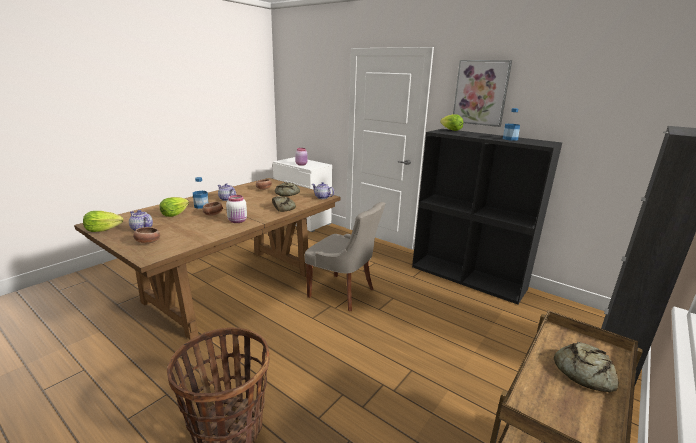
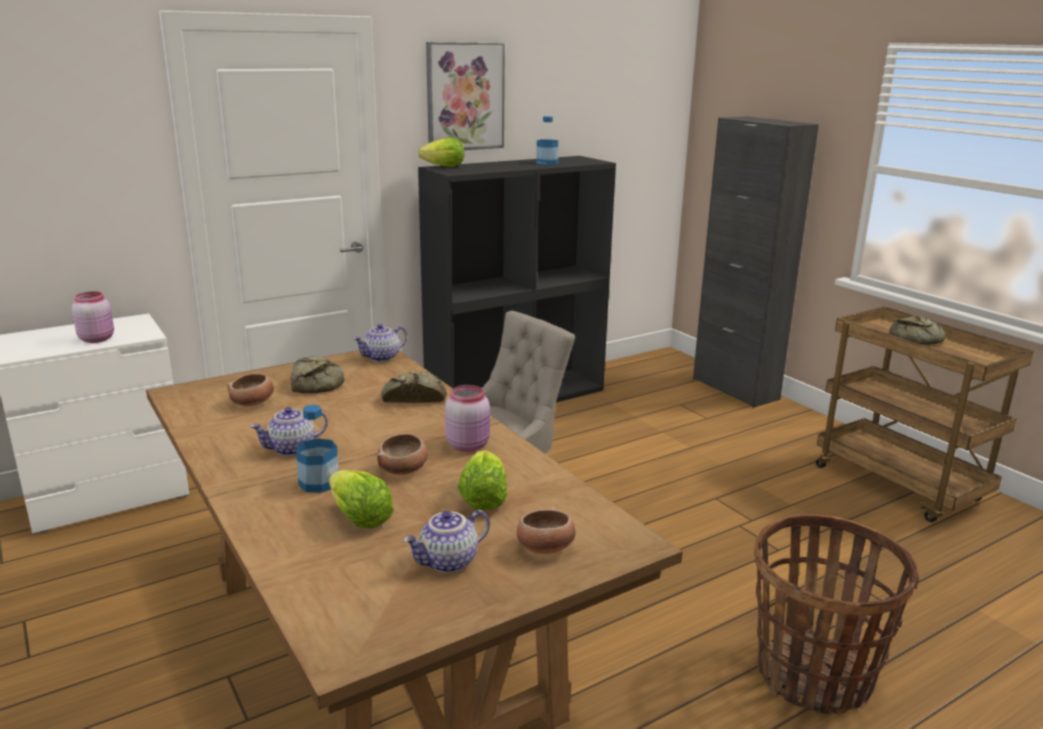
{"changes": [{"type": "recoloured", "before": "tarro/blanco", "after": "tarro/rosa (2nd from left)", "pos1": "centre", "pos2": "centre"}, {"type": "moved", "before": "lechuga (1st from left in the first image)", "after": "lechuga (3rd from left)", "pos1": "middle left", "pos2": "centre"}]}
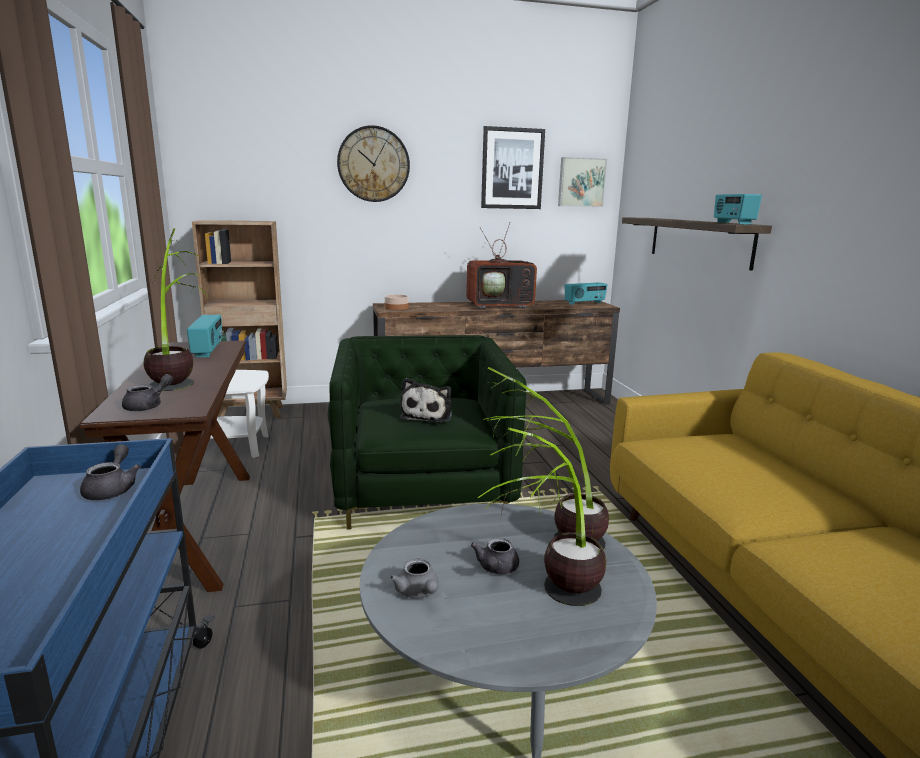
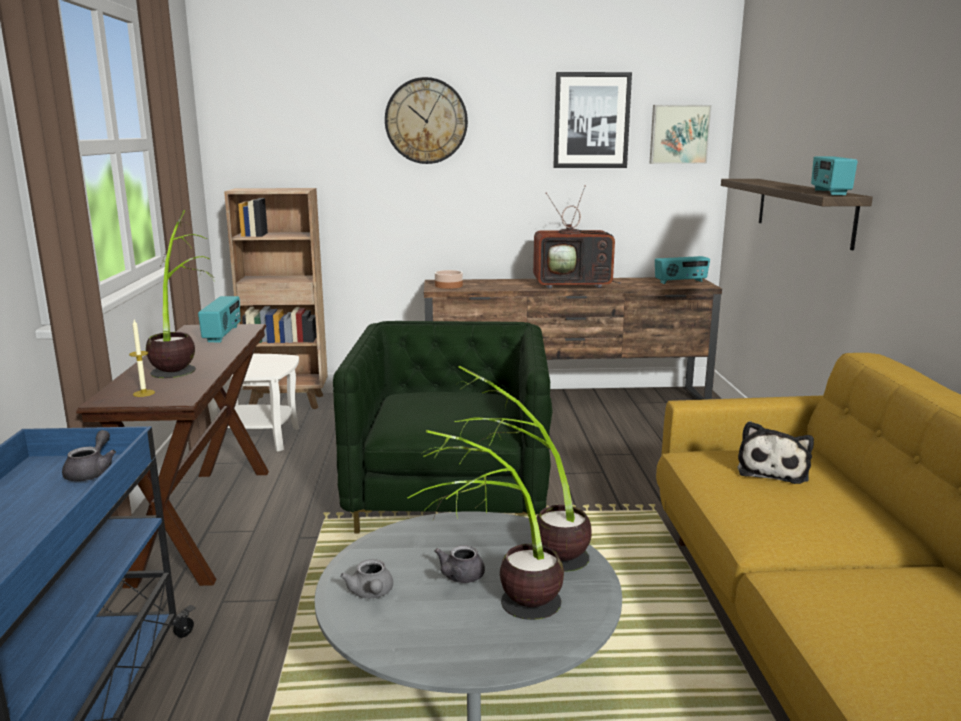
{"changes": [{"type": "replaced", "before": "tetera/gris (2nd from left)", "after": "vela", "pos1": "middle left", "pos2": "middle left"}, {"type": "moved", "before": "peluche", "pos1": "centre", "pos2": "middle right"}]}
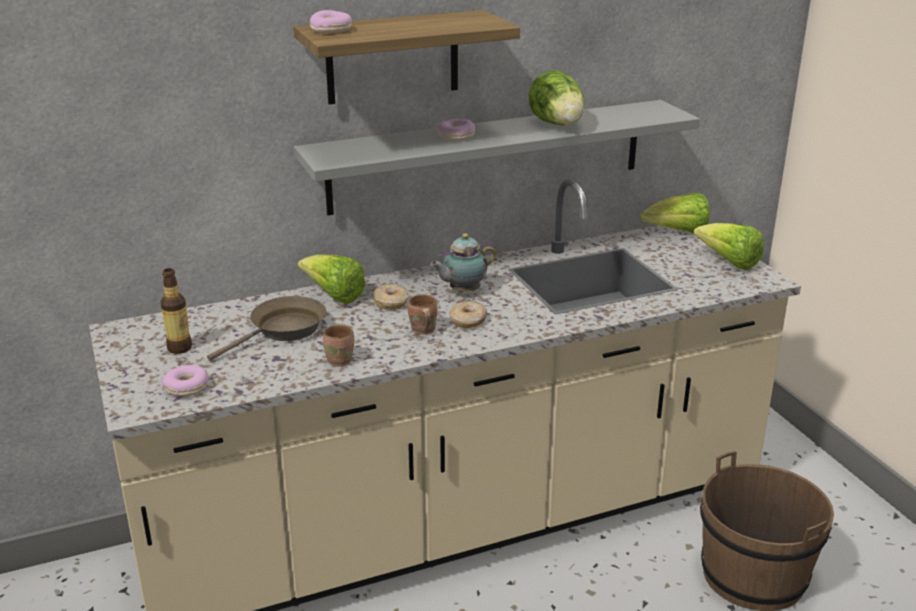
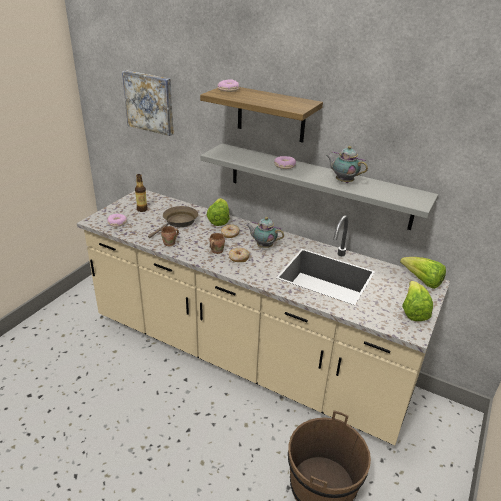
{"changes": [{"type": "replaced", "before": "lechuga (2nd from left)", "after": "tetera (2nd from left)", "pos1": "top centre", "pos2": "top right"}, {"type": "turned", "before": "sartén/marrón", "pos1": "middle left", "pos2": "centre", "turn": -60}, {"type": "added", "after": "cuadro", "pos2": "top left"}]}
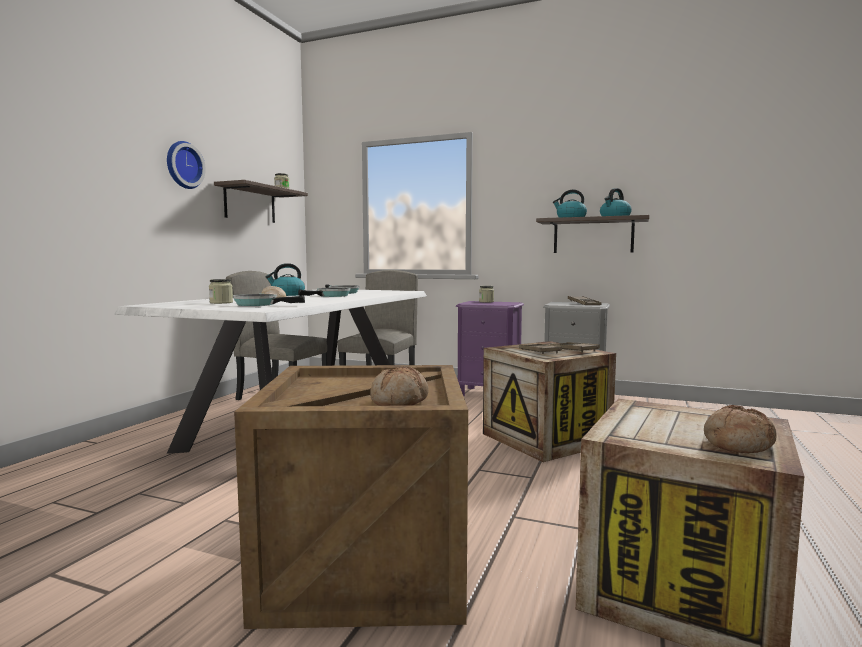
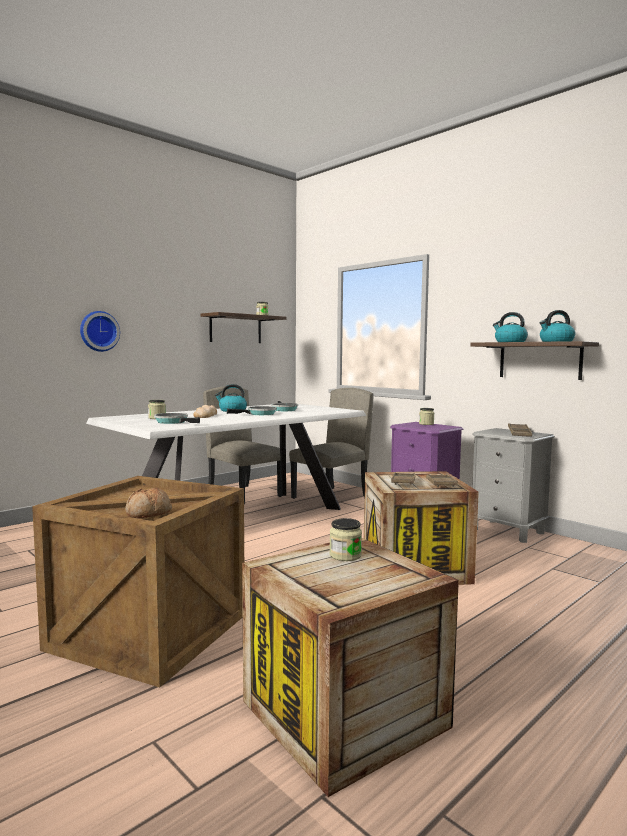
{"changes": [{"type": "moved", "before": "reloj de pared", "pos1": "top left", "pos2": "middle left"}, {"type": "removed", "before": "pan (3rd from left)", "pos1": "middle right"}, {"type": "added", "after": "tarro (3rd from left)", "pos2": "centre"}]}
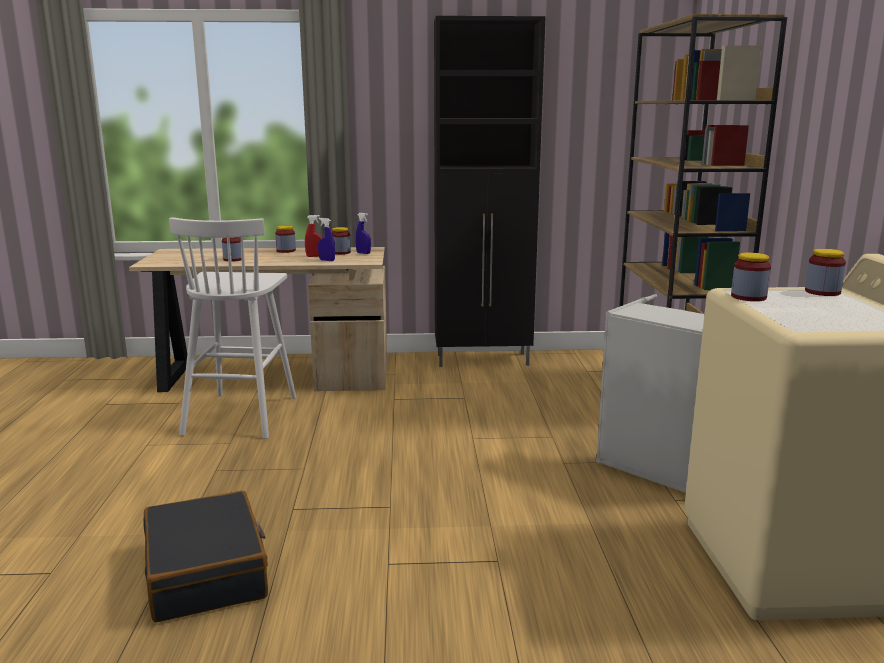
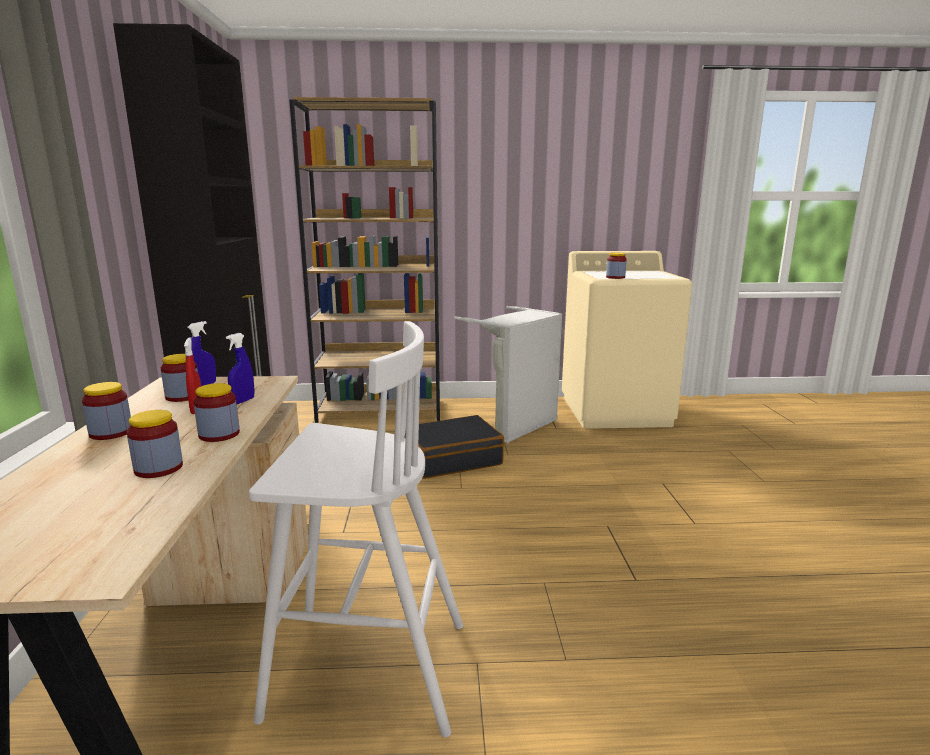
{"changes": [{"type": "moved", "before": "tarro (5th from left in the first image)", "after": "tarro (4th from left)", "pos1": "middle right", "pos2": "middle left"}, {"type": "moved", "before": "maleta/negro", "pos1": "bottom left", "pos2": "centre"}]}
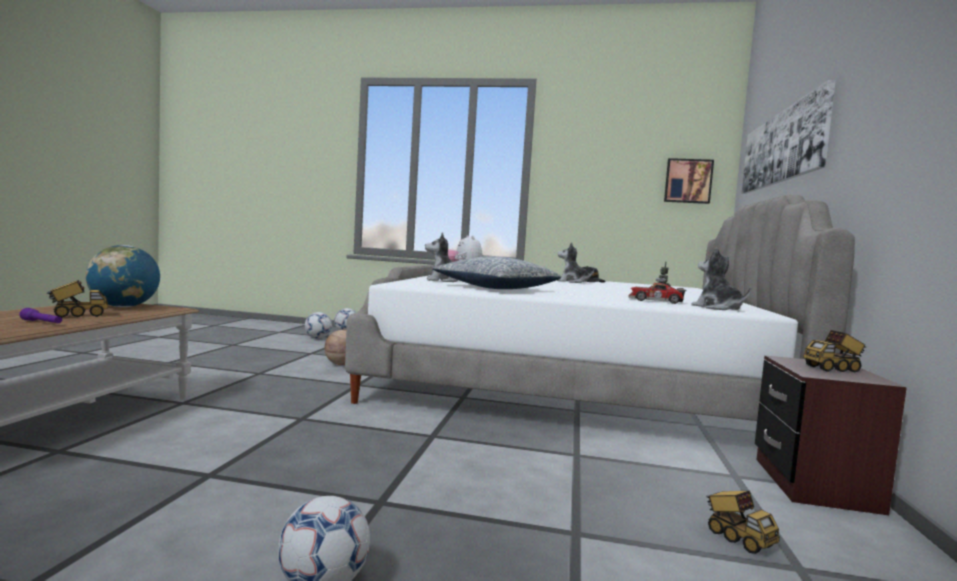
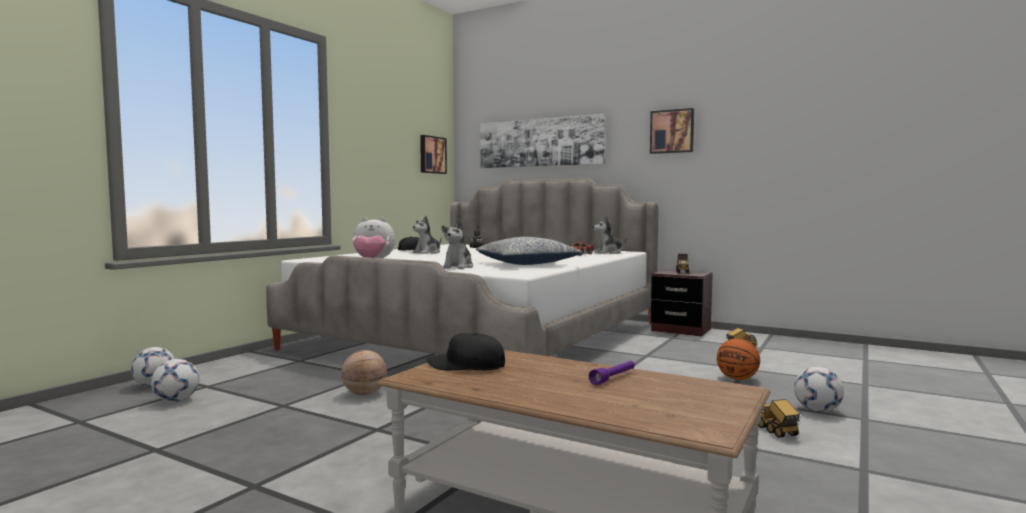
{"changes": [{"type": "replaced", "before": "globo terráqueo", "after": "gorra/negro (2nd from left)", "pos1": "middle left", "pos2": "bottom centre"}, {"type": "moved", "before": "camión de juguete (1st from left in the first image)", "after": "camión de juguete (3rd from left)", "pos1": "middle left", "pos2": "bottom right"}, {"type": "added", "after": "cuadro (3rd from left)", "pos2": "top centre"}, {"type": "added", "after": "balón de baloncesto (2nd from left)", "pos2": "bottom right"}]}
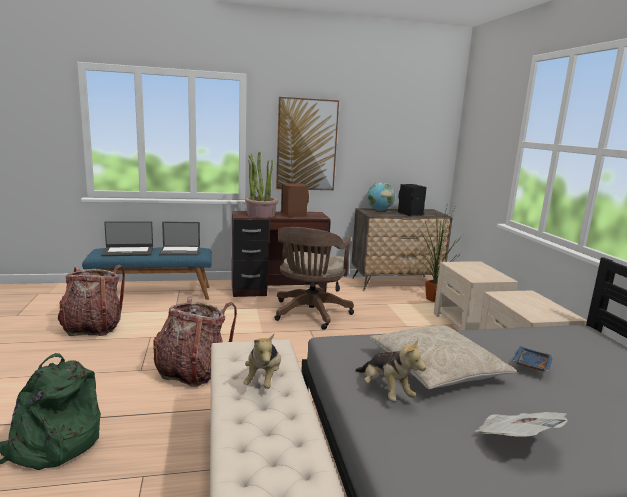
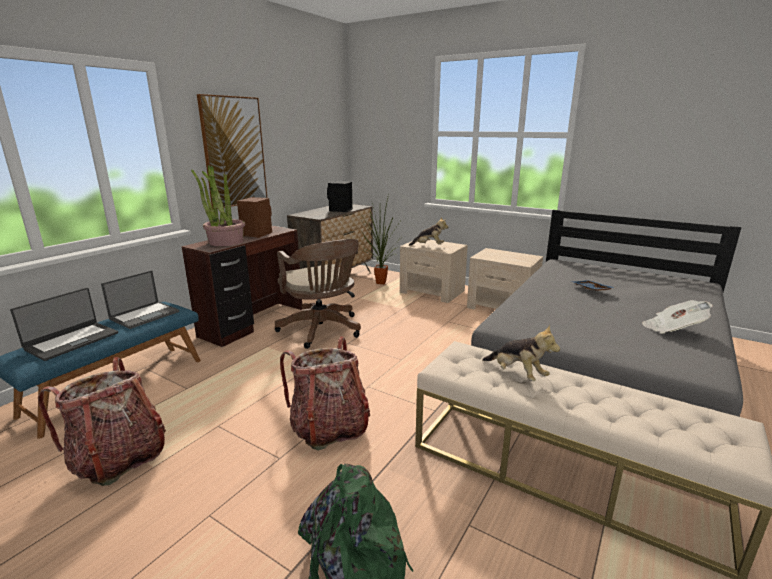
{"changes": [{"type": "removed", "before": "globo terráqueo", "pos1": "centre"}, {"type": "removed", "before": "cojín/beis", "pos1": "bottom right"}, {"type": "moved", "before": "peluche (2nd from left in the first image)", "after": "peluche (1st from left)", "pos1": "bottom centre", "pos2": "centre"}]}
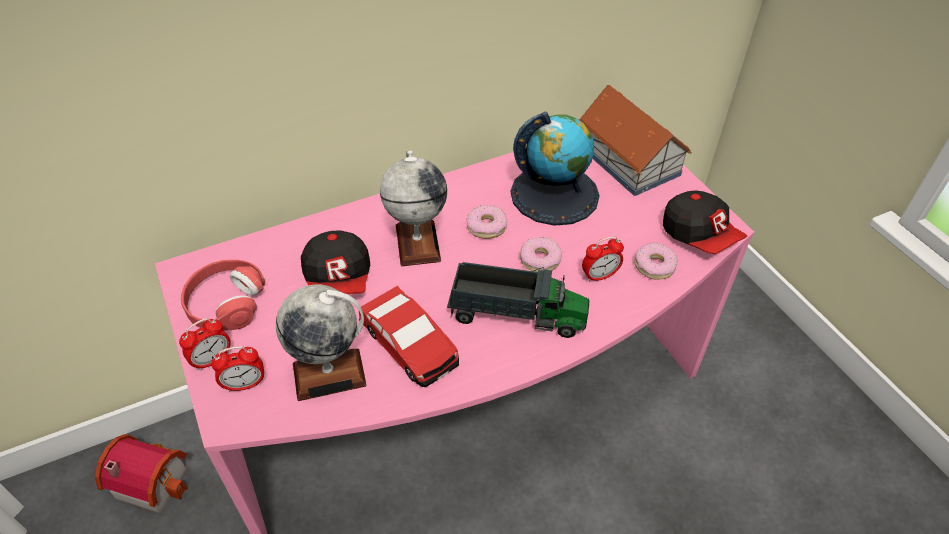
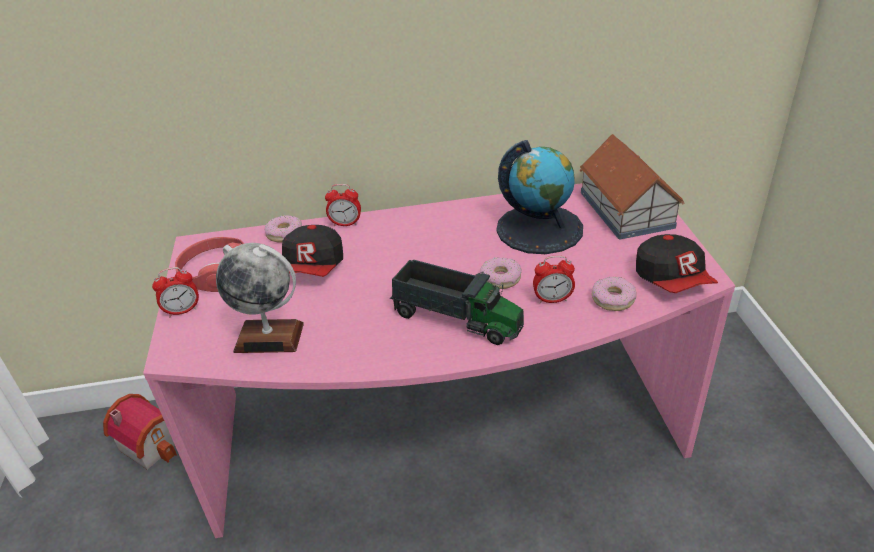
{"changes": [{"type": "removed", "before": "globo terráqueo (2nd from left)", "pos1": "centre"}, {"type": "moved", "before": "rosquilla (1st from left)", "pos1": "centre", "pos2": "middle left"}, {"type": "removed", "before": "coche de juguete", "pos1": "centre"}, {"type": "moved", "before": "despertador (2nd from left)", "pos1": "bottom left", "pos2": "centre"}]}
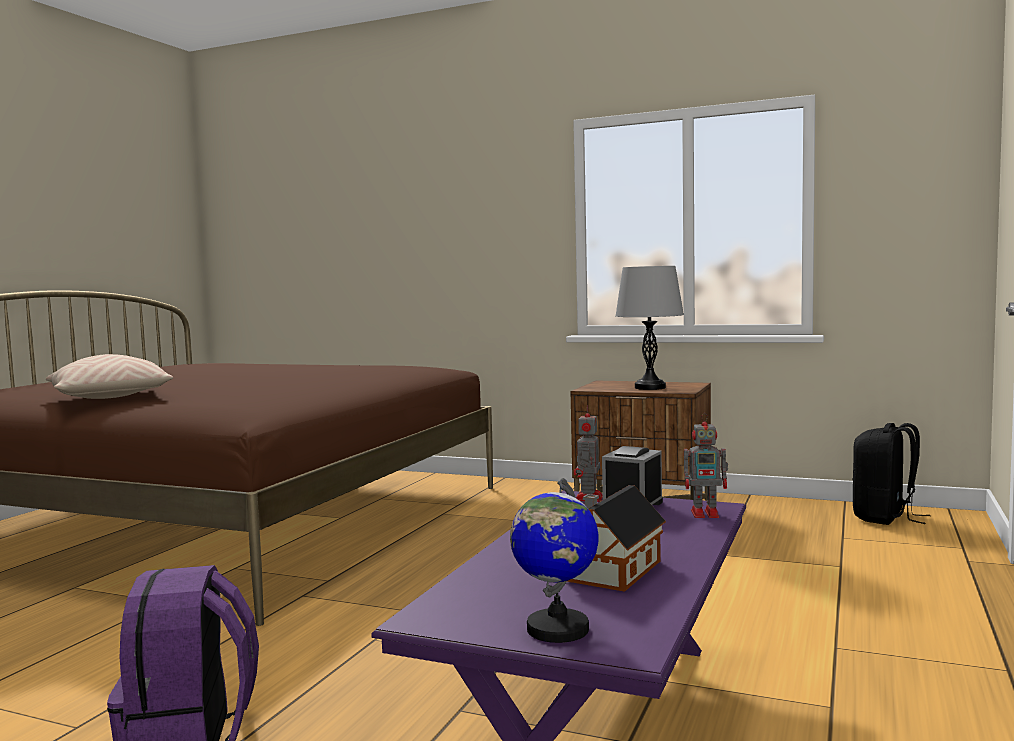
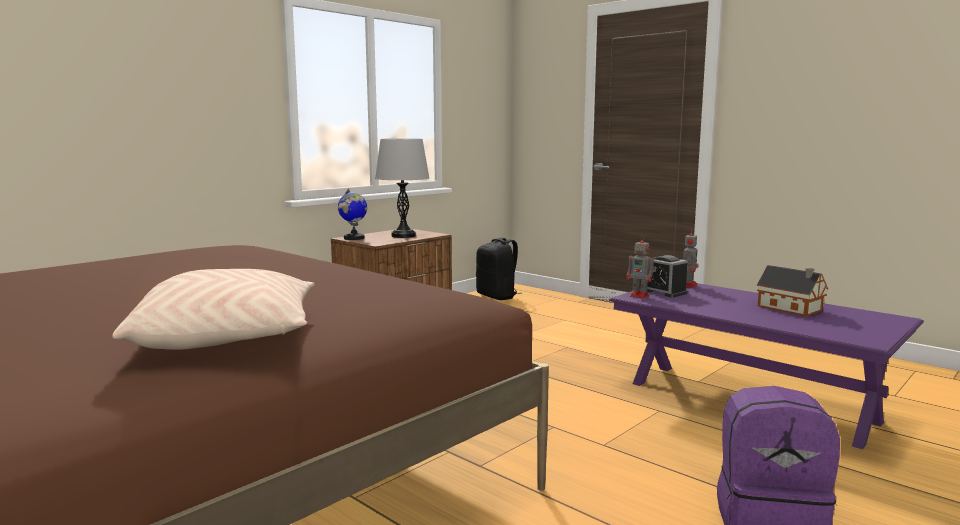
{"changes": [{"type": "moved", "before": "globo terráqueo", "pos1": "bottom centre", "pos2": "centre"}]}
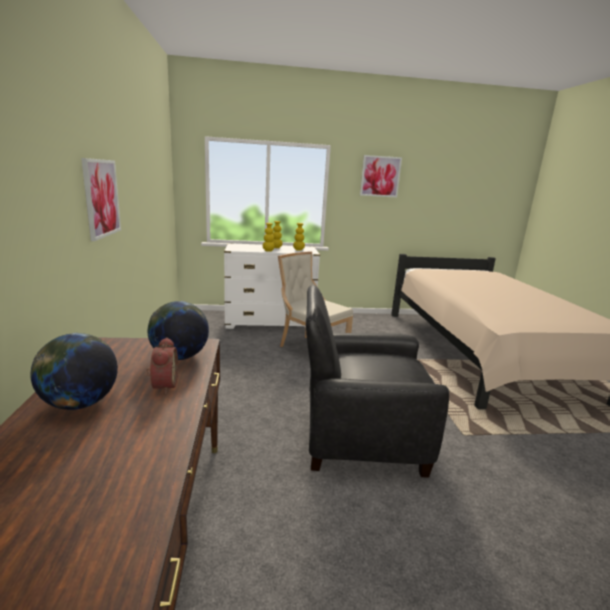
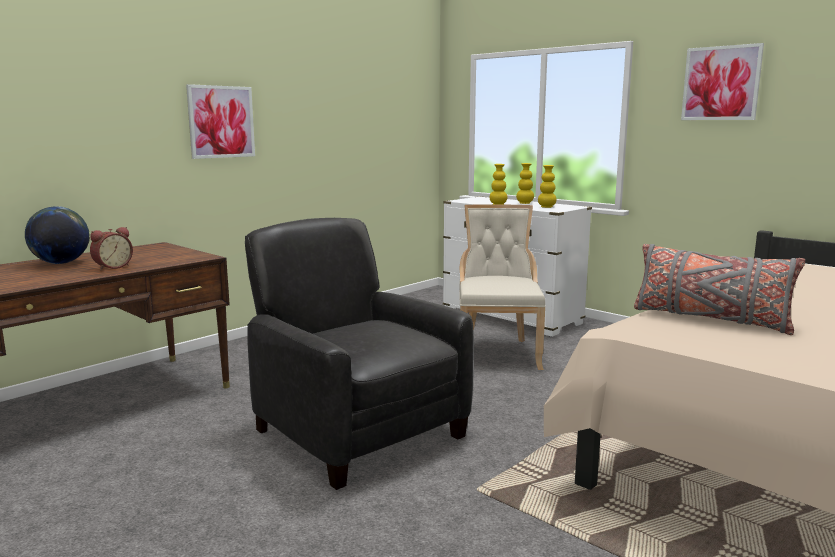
{"changes": [{"type": "removed", "before": "globo terráqueo (2nd from left)", "pos1": "middle left"}, {"type": "added", "after": "cojín/gris", "pos2": "middle right"}]}
